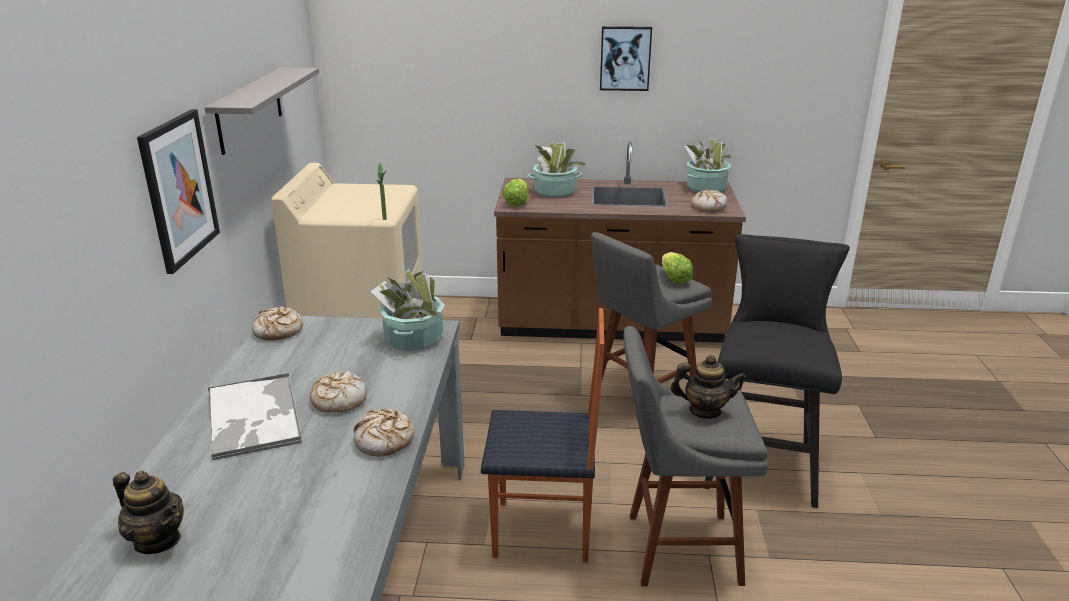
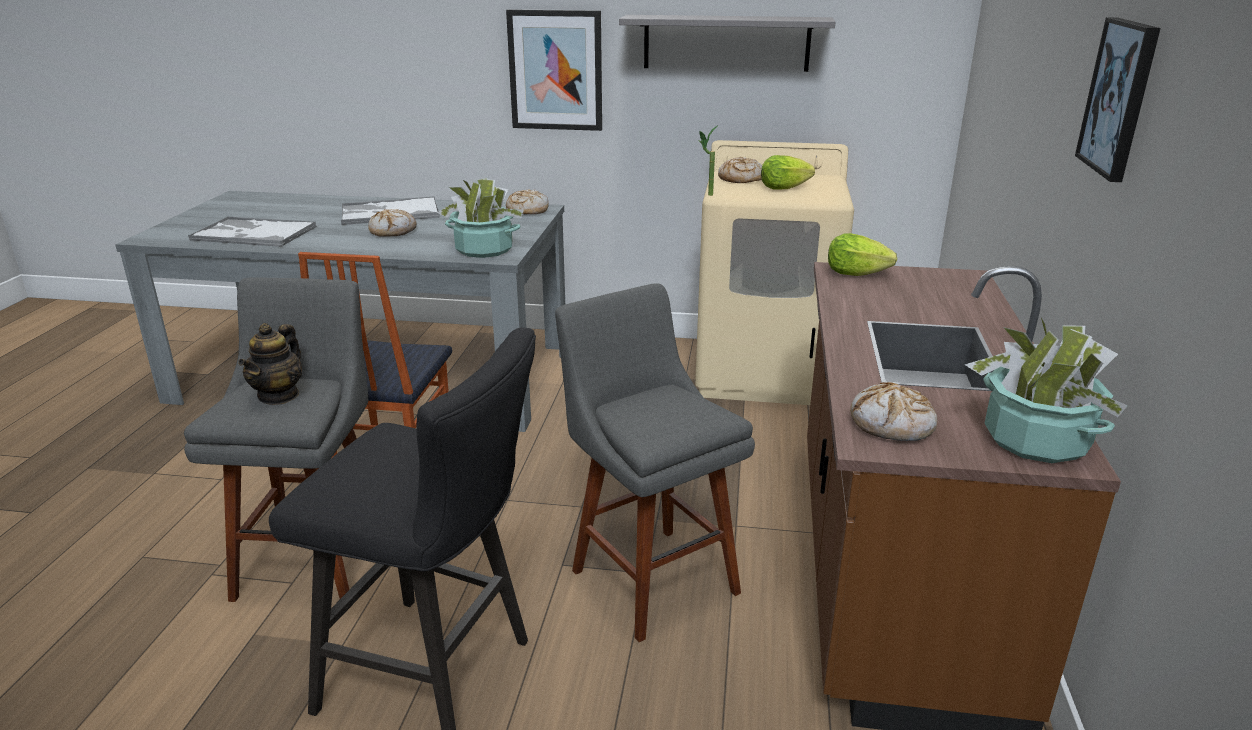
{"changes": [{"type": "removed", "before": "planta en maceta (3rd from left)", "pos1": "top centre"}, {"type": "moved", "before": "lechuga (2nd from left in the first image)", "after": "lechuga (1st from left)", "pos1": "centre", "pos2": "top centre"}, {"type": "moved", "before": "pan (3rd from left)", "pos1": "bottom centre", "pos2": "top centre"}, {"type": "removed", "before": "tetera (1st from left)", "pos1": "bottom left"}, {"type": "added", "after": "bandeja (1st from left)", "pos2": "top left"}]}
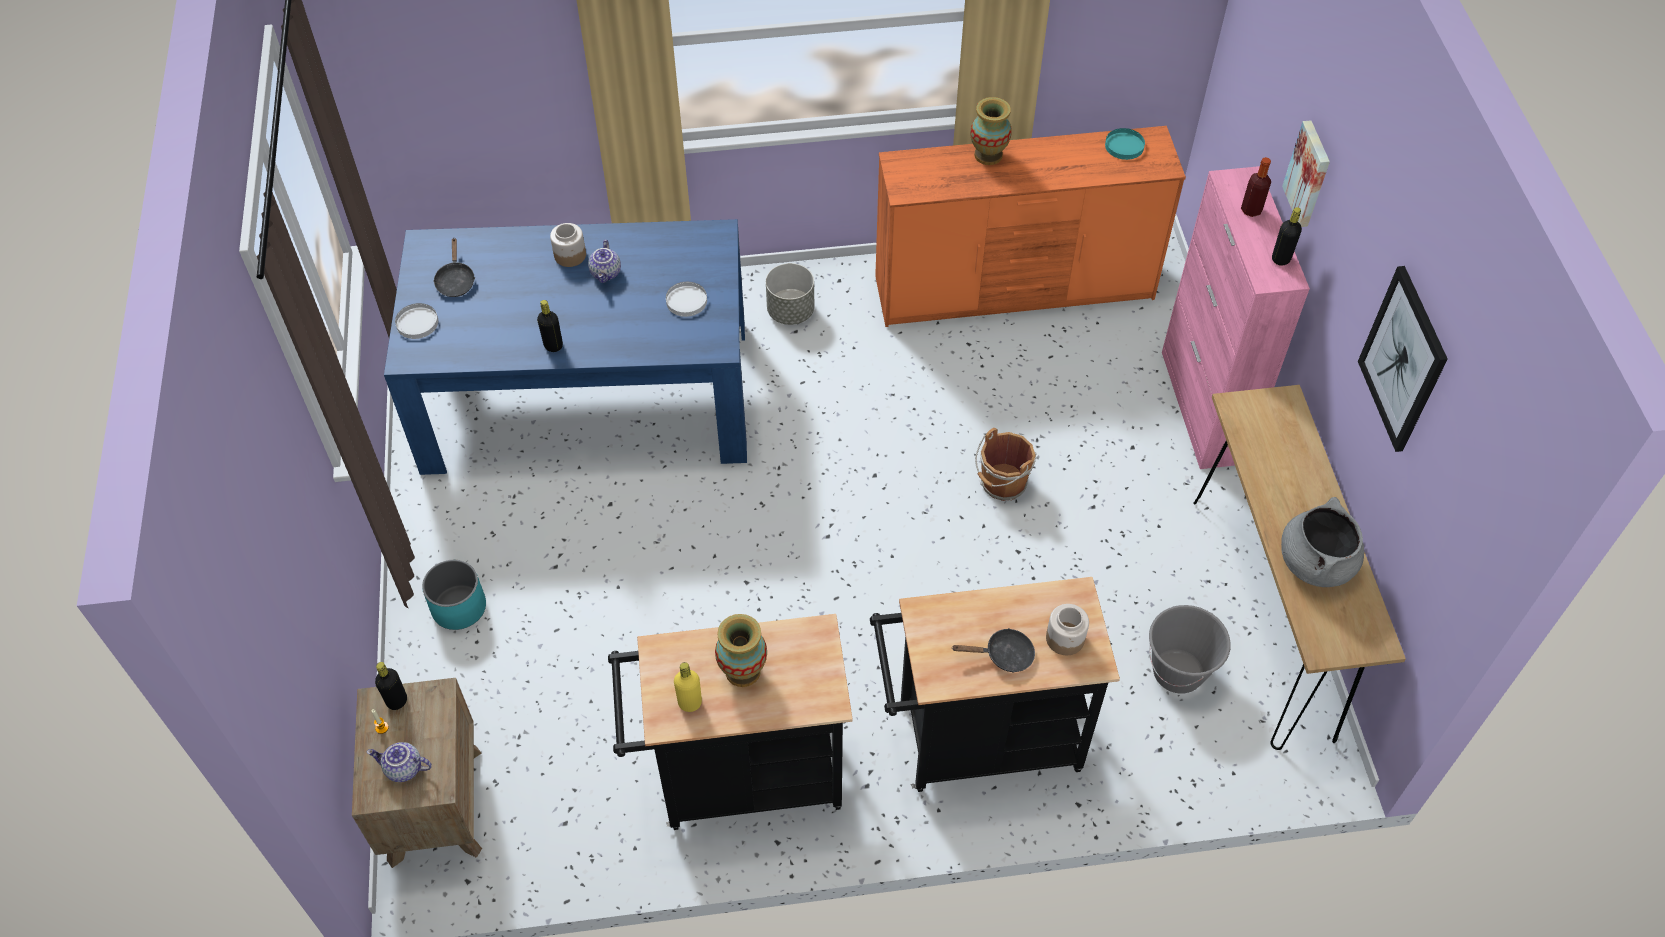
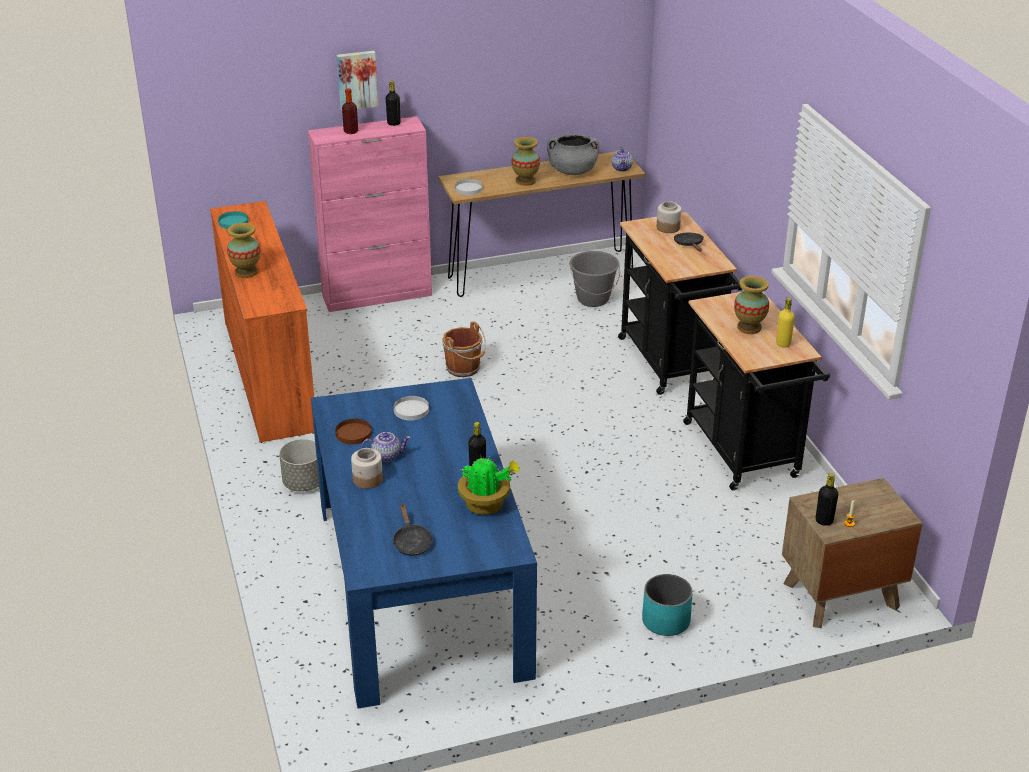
{"changes": [{"type": "turned", "before": "sartén/negro (1st from left)", "pos1": "top left", "pos2": "bottom centre", "turn": 90}, {"type": "removed", "before": "cuadro (2nd from left)", "pos1": "middle right"}, {"type": "moved", "before": "plato/blanco (1st from left in the first image)", "after": "plato/blanco (2nd from left)", "pos1": "middle left", "pos2": "top centre"}, {"type": "moved", "before": "tetera (1st from left in the first image)", "after": "tetera (2nd from left)", "pos1": "bottom left", "pos2": "top centre"}, {"type": "added", "after": "florero (2nd from left)", "pos2": "top centre"}, {"type": "added", "after": "plato/marrón", "pos2": "centre"}, {"type": "added", "after": "planta en maceta", "pos2": "centre"}]}
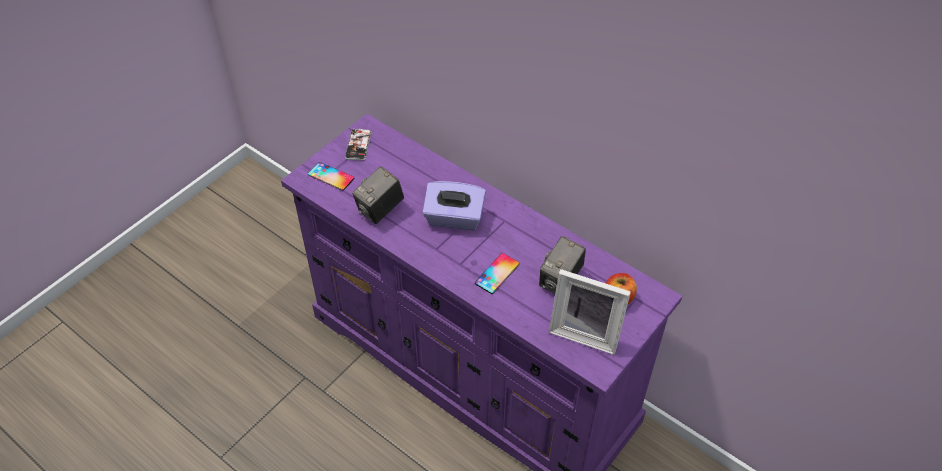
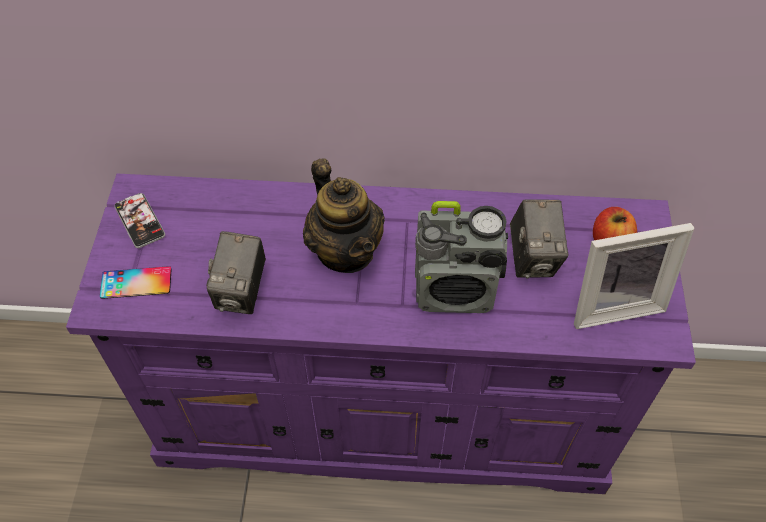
{"changes": [{"type": "replaced", "before": "caja de pañuelos/morado", "after": "tetera", "pos1": "centre", "pos2": "centre"}, {"type": "replaced", "before": "móvil (3rd from left)", "after": "radio", "pos1": "centre", "pos2": "centre"}]}
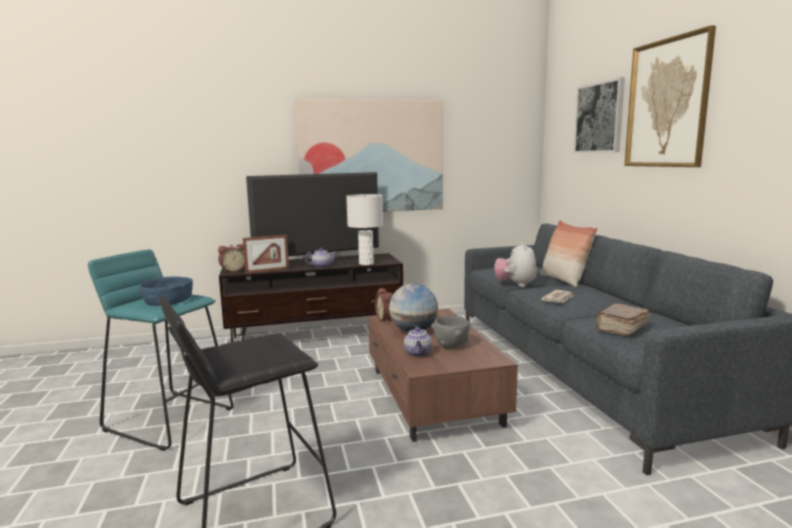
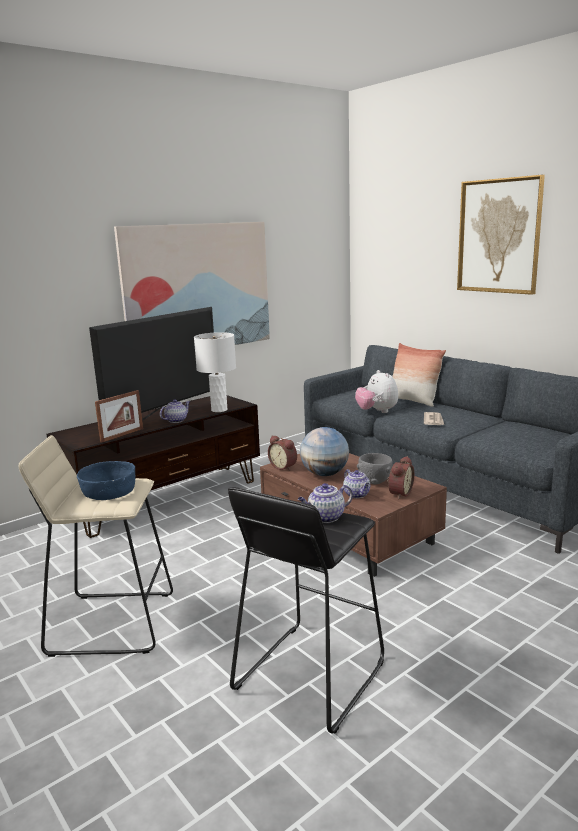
{"changes": [{"type": "removed", "before": "cuadro (2nd from left)", "pos1": "top right"}, {"type": "moved", "before": "despertador (1st from left in the first image)", "after": "despertador (2nd from left)", "pos1": "middle left", "pos2": "middle right"}, {"type": "recoloured", "before": "taburete/turquesa", "after": "taburete/beis", "pos1": "middle left", "pos2": "middle left"}, {"type": "removed", "before": "libro/marrón", "pos1": "middle right"}, {"type": "added", "after": "tetera (2nd from left)", "pos2": "centre"}]}
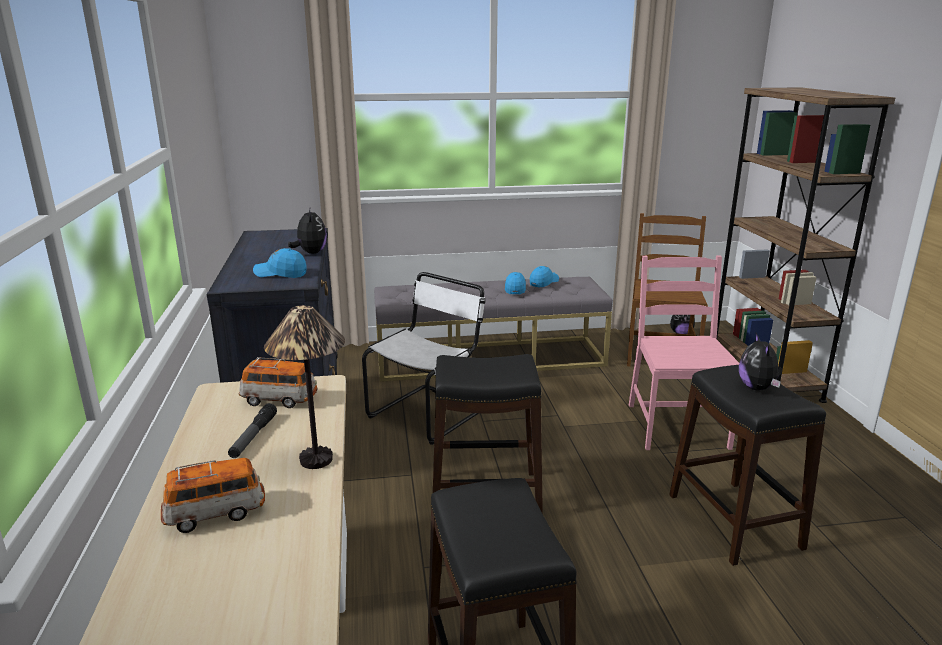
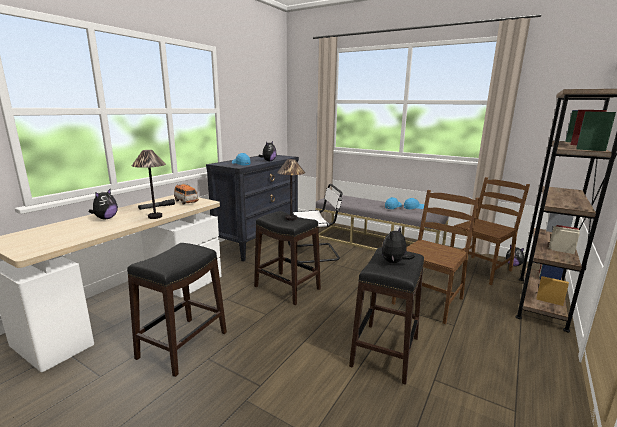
{"changes": [{"type": "recoloured", "before": "silla/rosa", "after": "silla/marrón (1st from left)", "pos1": "middle right", "pos2": "middle right"}, {"type": "replaced", "before": "coche de juguete (1st from left)", "after": "peluche (1st from left)", "pos1": "bottom left", "pos2": "middle left"}, {"type": "added", "after": "lámpara de mesa (2nd from left)", "pos2": "centre"}]}
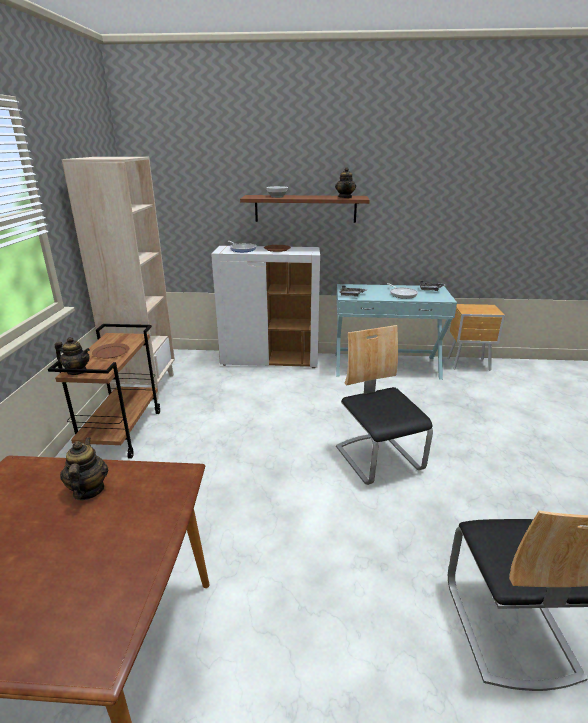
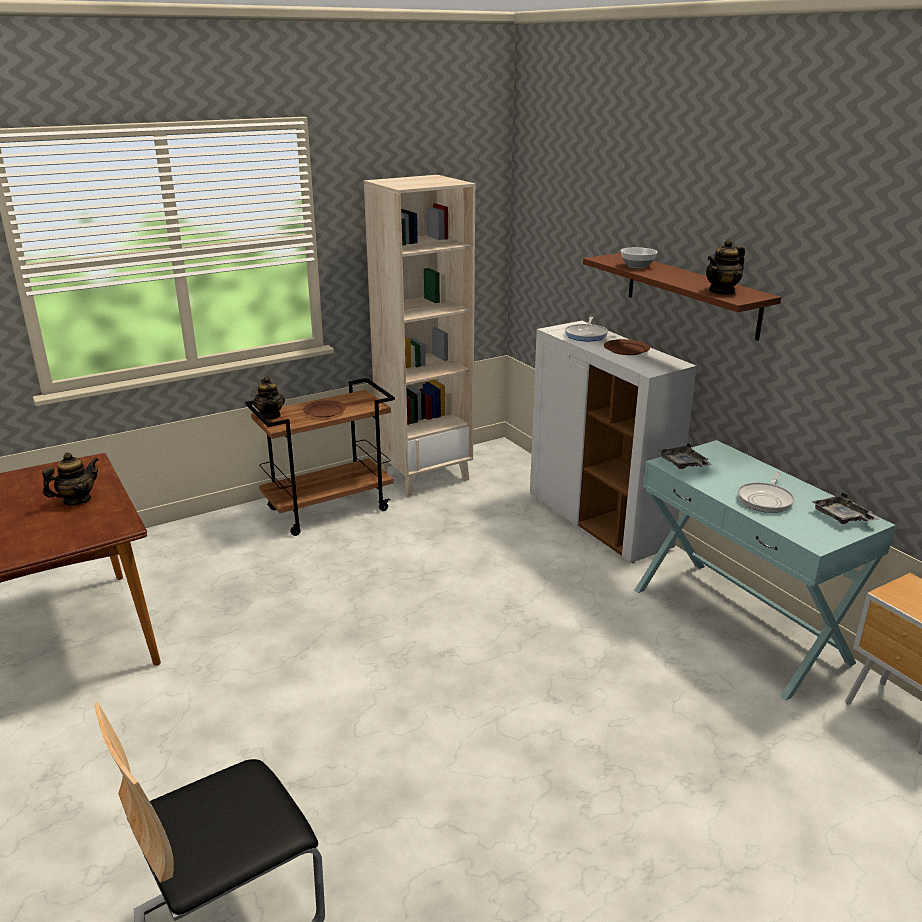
{"changes": [{"type": "removed", "before": "silla (1st from left)", "pos1": "centre"}]}
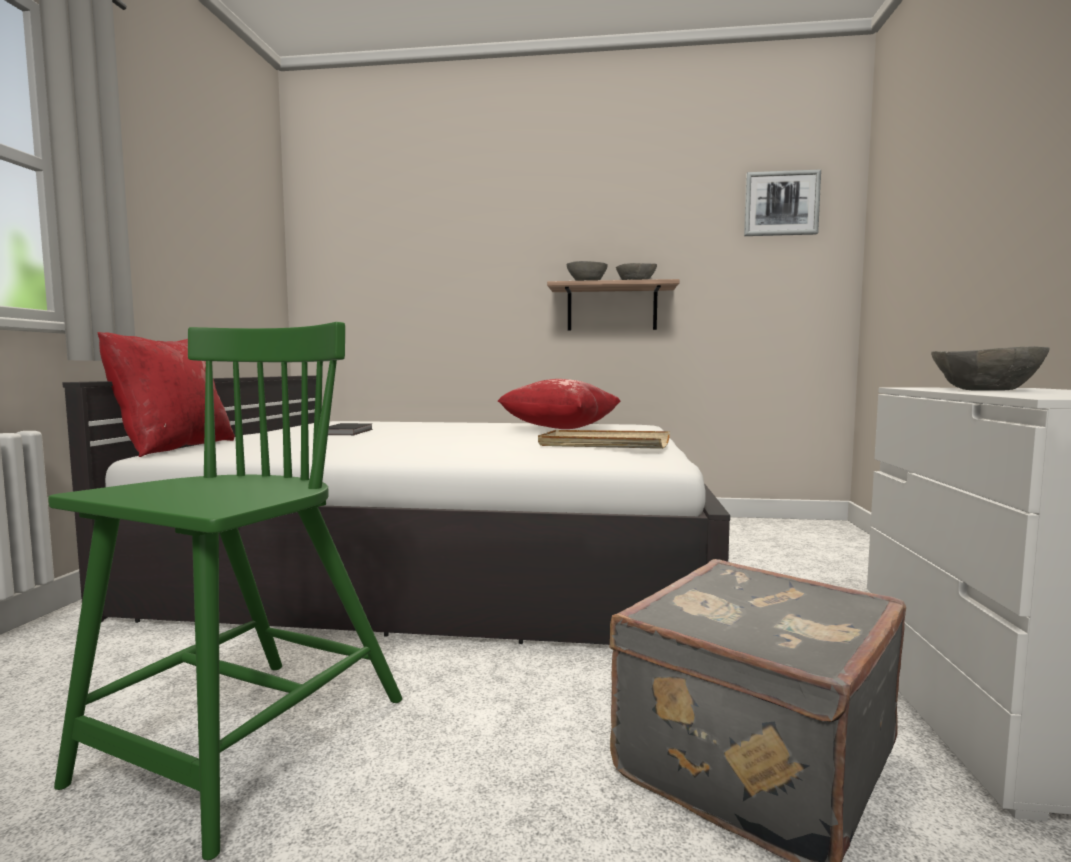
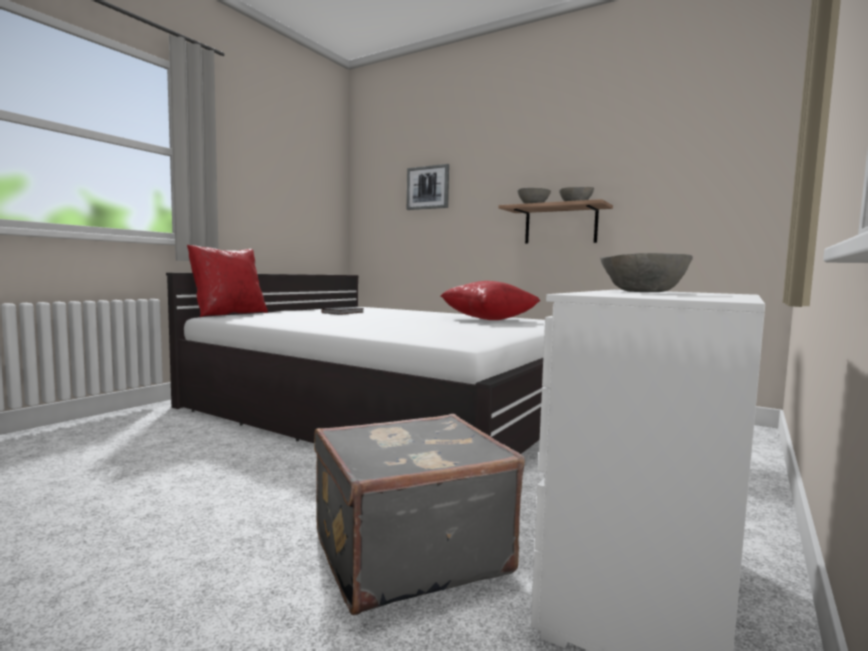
{"changes": [{"type": "moved", "before": "cuadro", "pos1": "top right", "pos2": "top centre"}, {"type": "removed", "before": "silla/verde", "pos1": "bottom left"}, {"type": "removed", "before": "bandeja/beis", "pos1": "centre"}]}
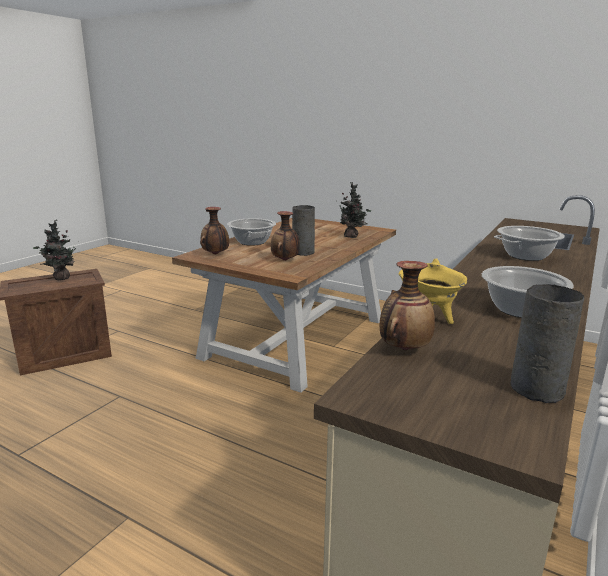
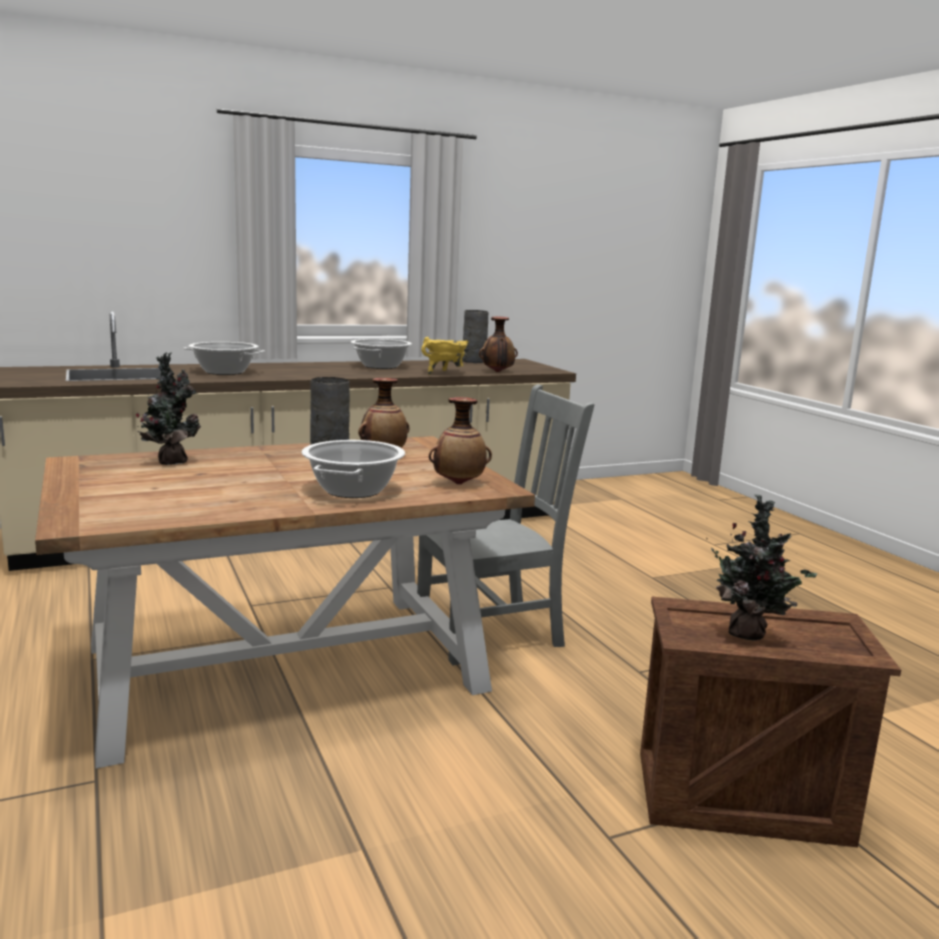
{"changes": [{"type": "added", "after": "silla/gris", "pos2": "centre"}]}
